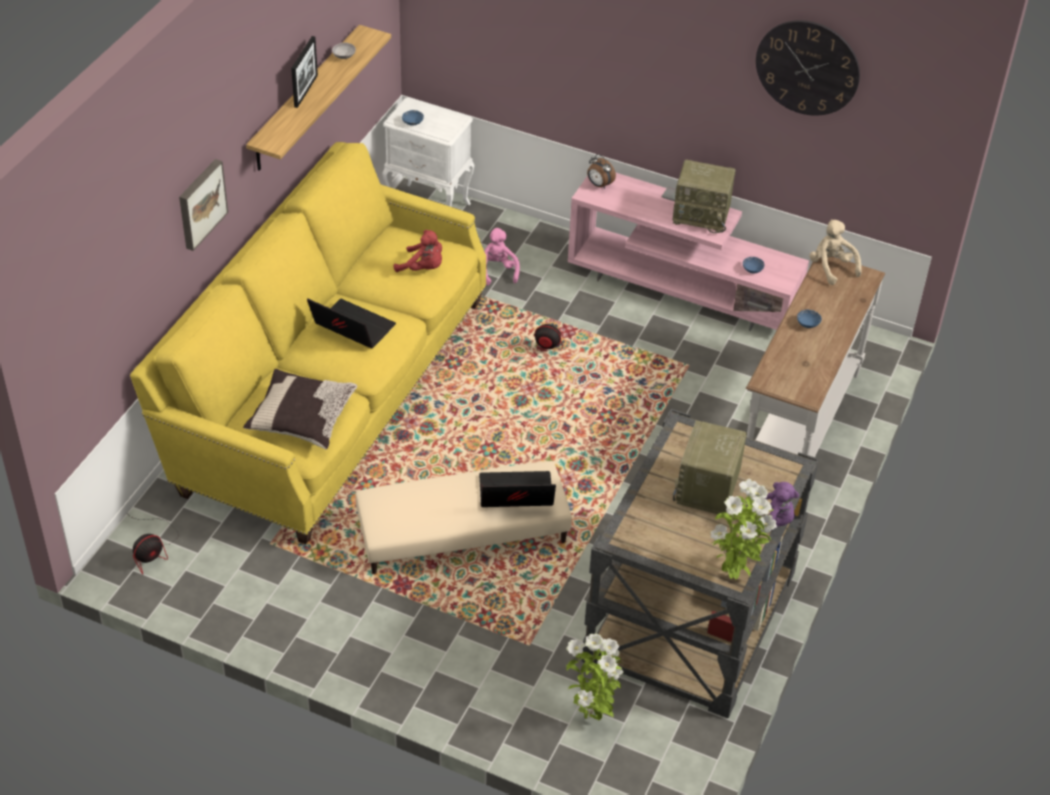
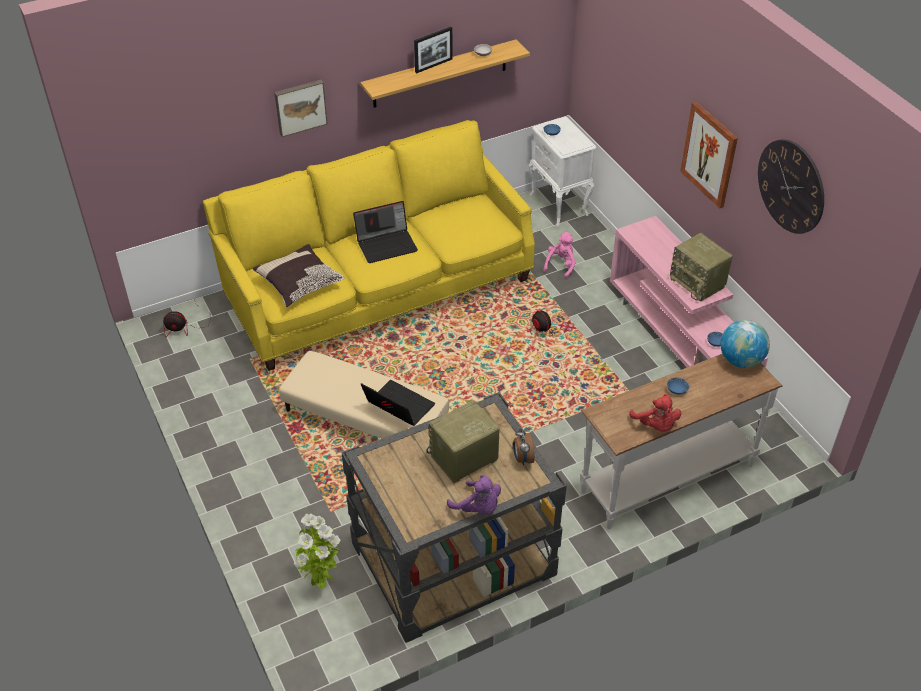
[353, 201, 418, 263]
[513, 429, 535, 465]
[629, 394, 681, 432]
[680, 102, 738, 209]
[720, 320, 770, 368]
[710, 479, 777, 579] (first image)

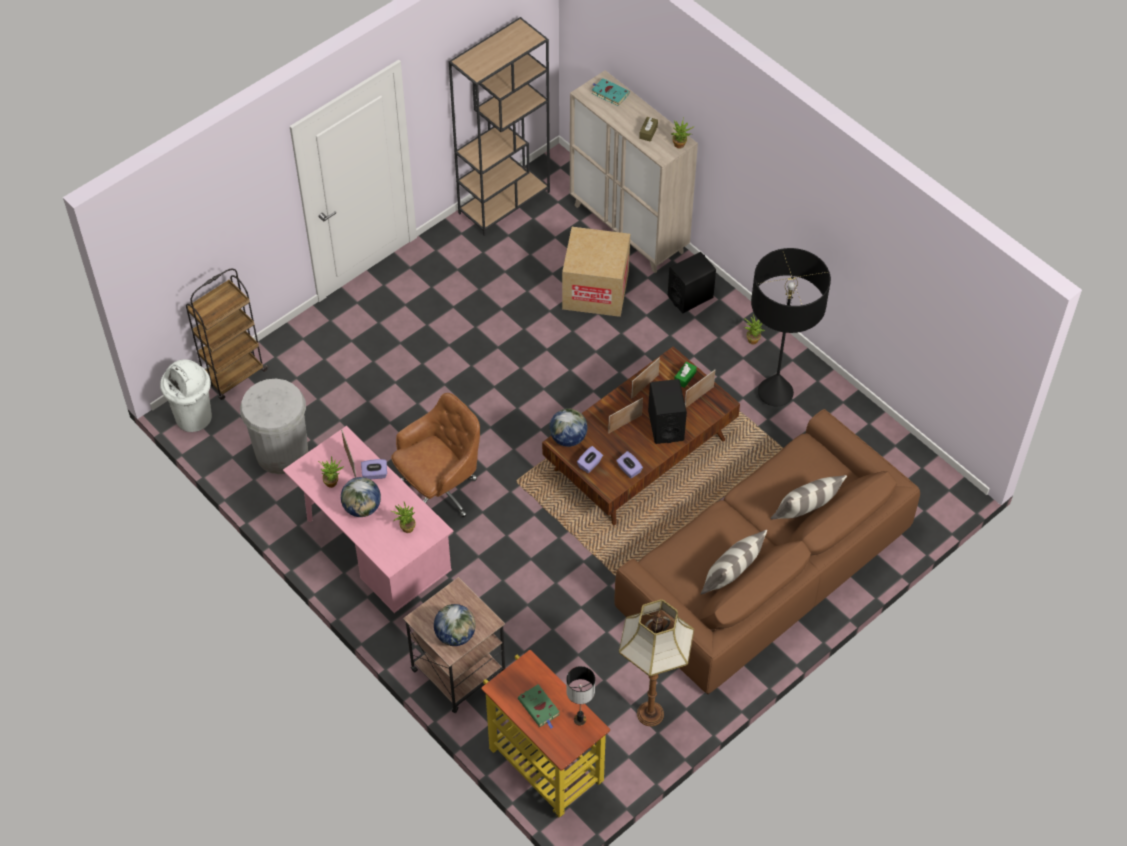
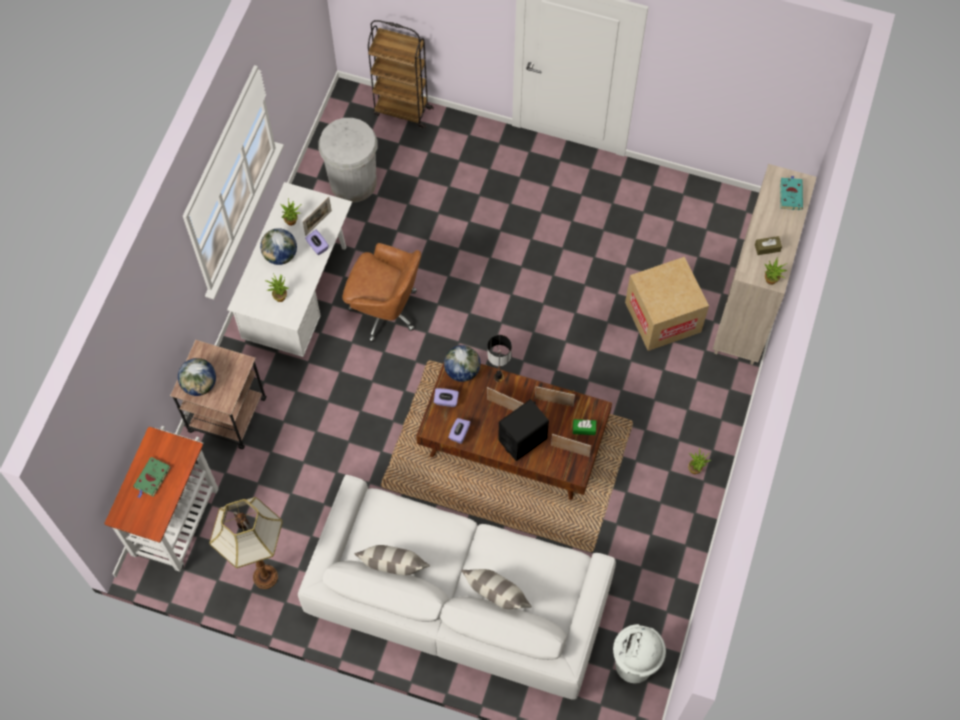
[105, 426, 219, 572]
[227, 182, 352, 357]
[298, 475, 616, 700]
[487, 335, 512, 382]
[613, 624, 666, 683]
[449, 17, 550, 236] (first image)
[668, 252, 716, 313] (first image)
[751, 248, 831, 406] (first image)

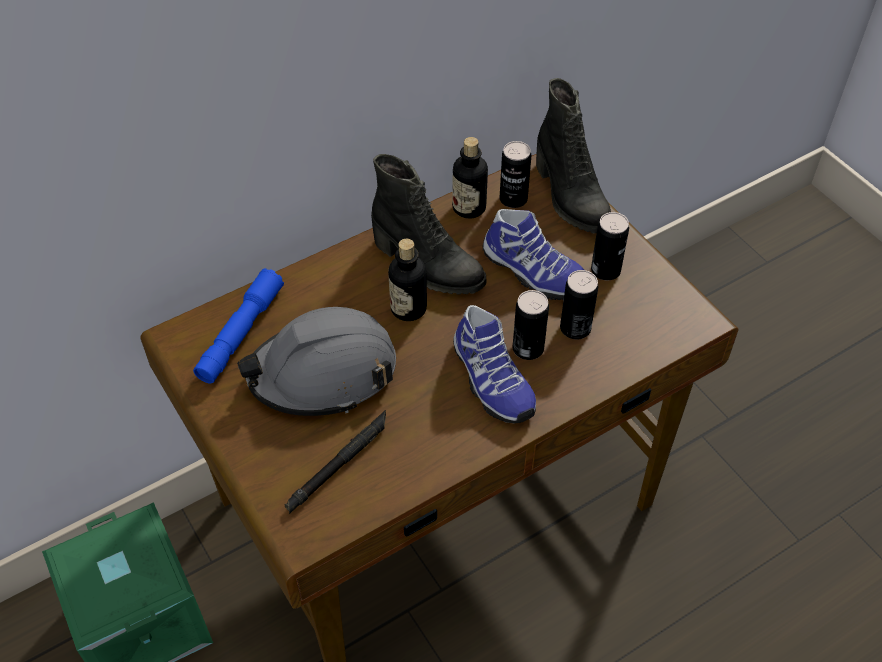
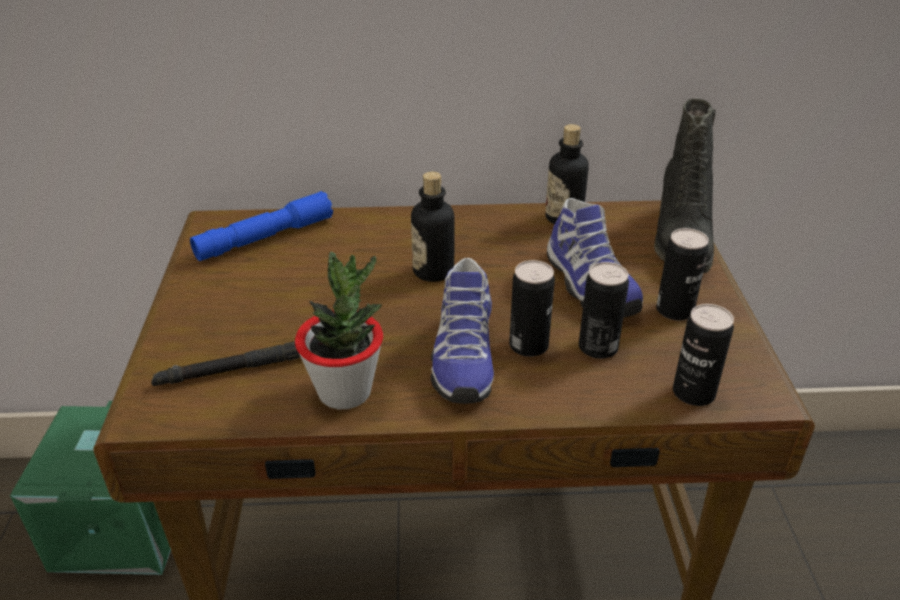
[295, 251, 383, 410]
[673, 304, 734, 406]
[237, 307, 396, 416] (first image)
[371, 154, 487, 294] (first image)

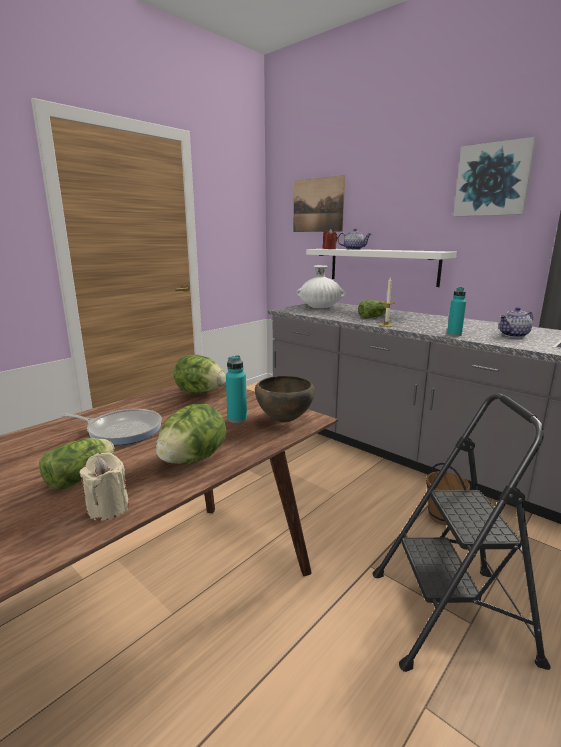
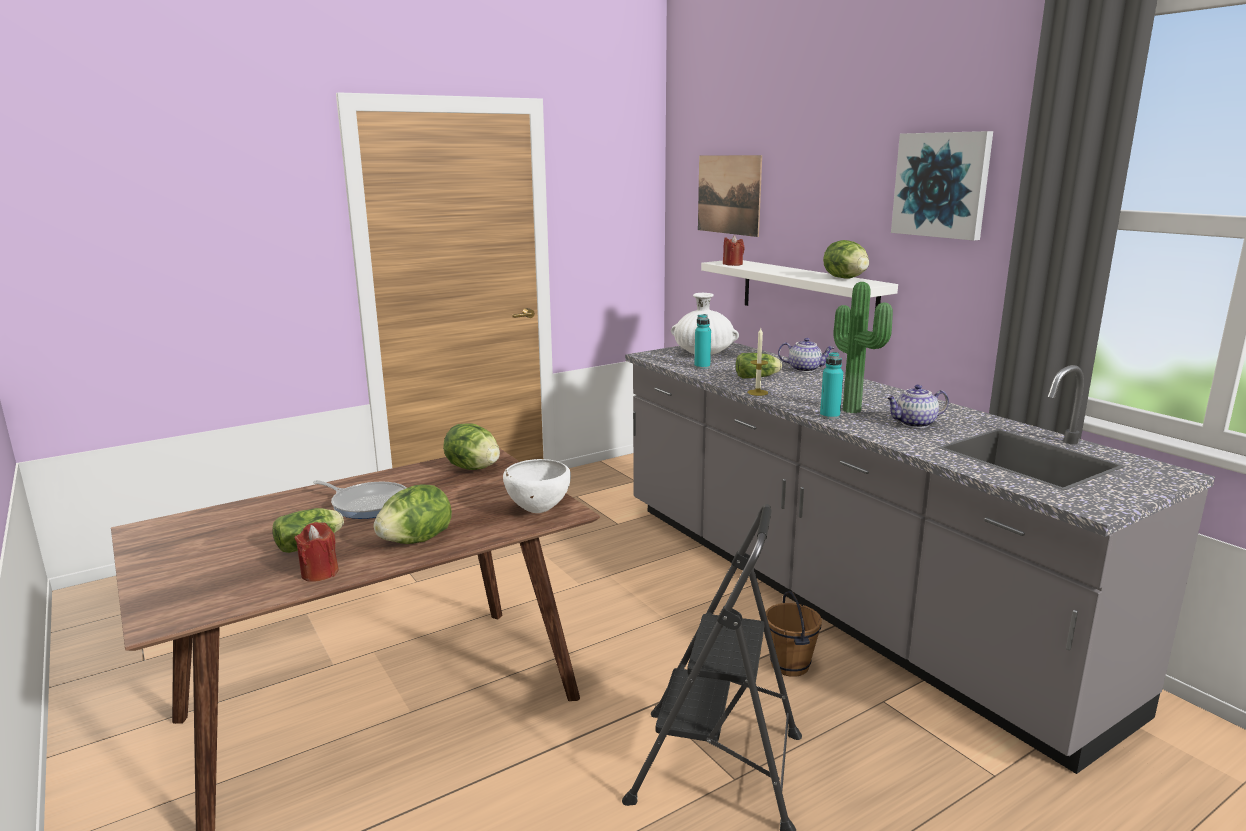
[295, 522, 338, 582]
[503, 459, 571, 513]
[694, 314, 711, 369]
[778, 338, 834, 372]
[823, 240, 869, 278]
[833, 282, 893, 413]

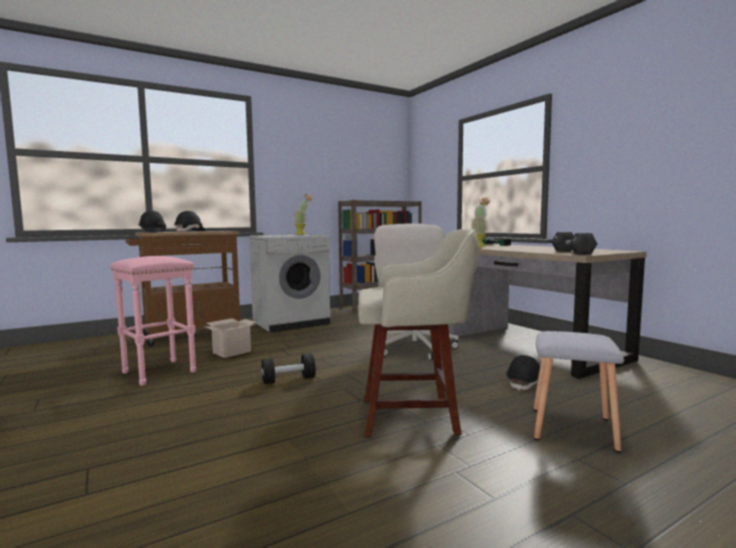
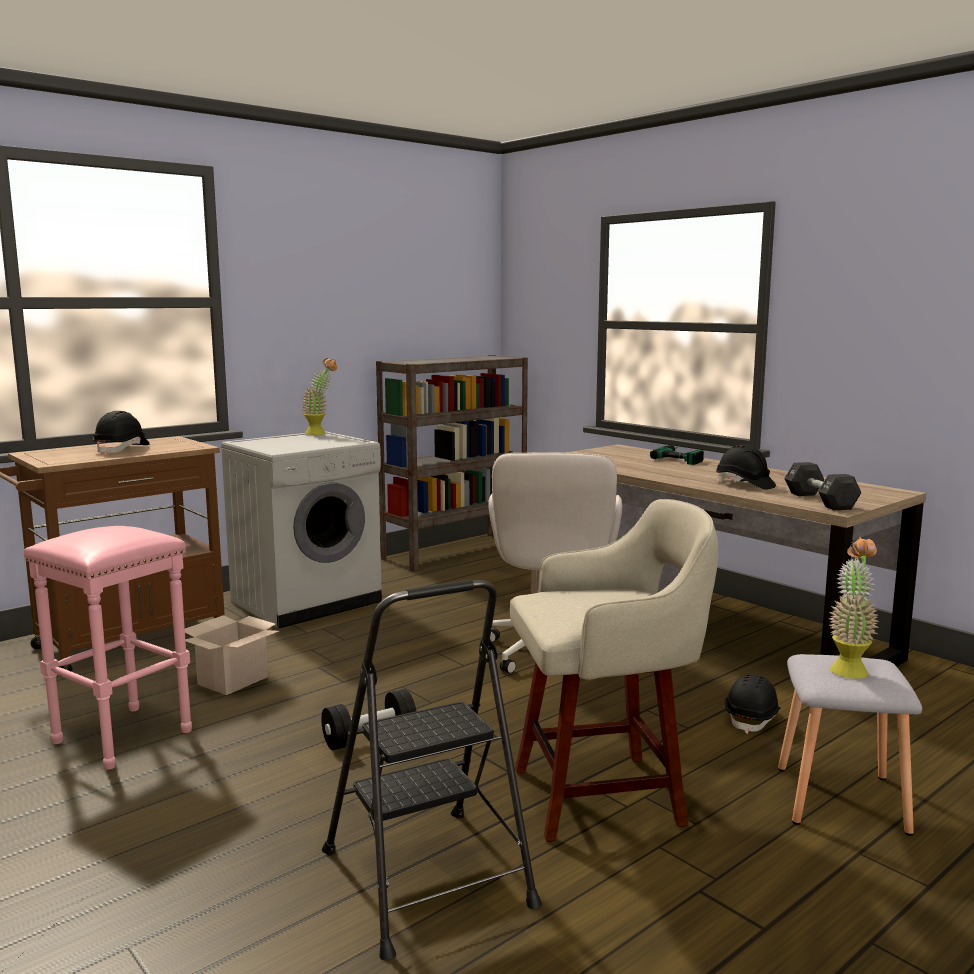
[322, 580, 542, 960]
[716, 445, 776, 490]
[828, 537, 880, 679]

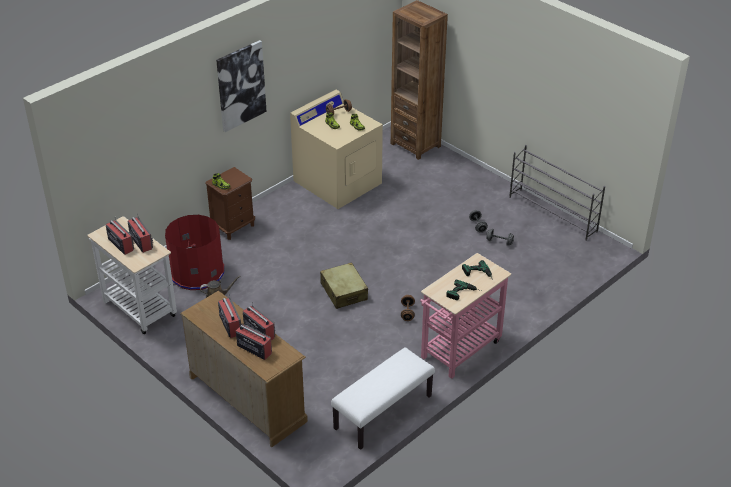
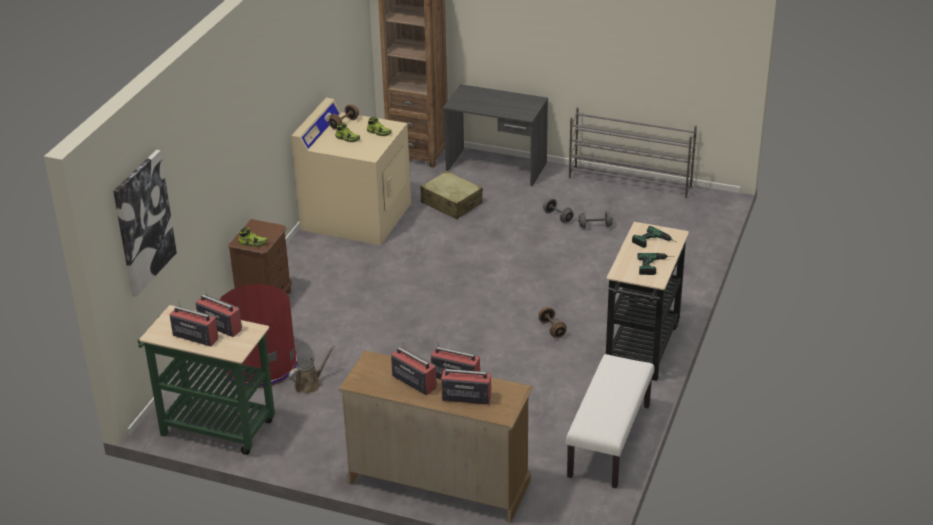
[113, 150, 177, 297]
[138, 305, 275, 455]
[421, 171, 483, 219]
[443, 84, 548, 186]
[606, 222, 689, 381]

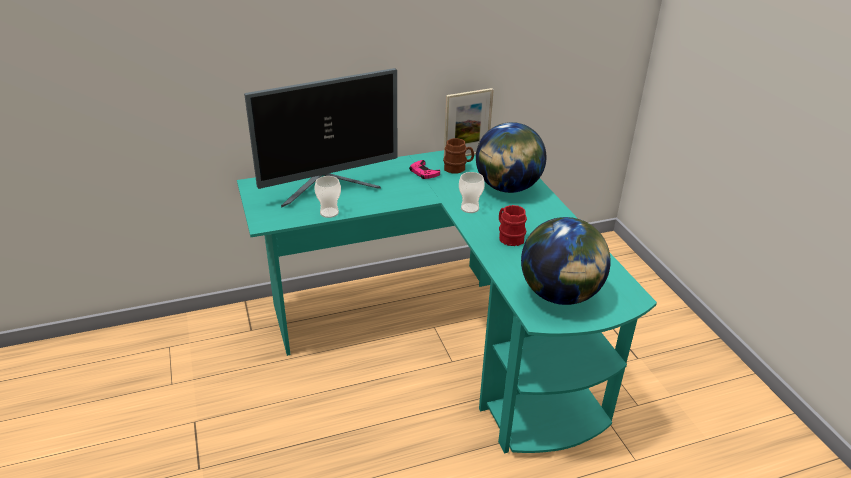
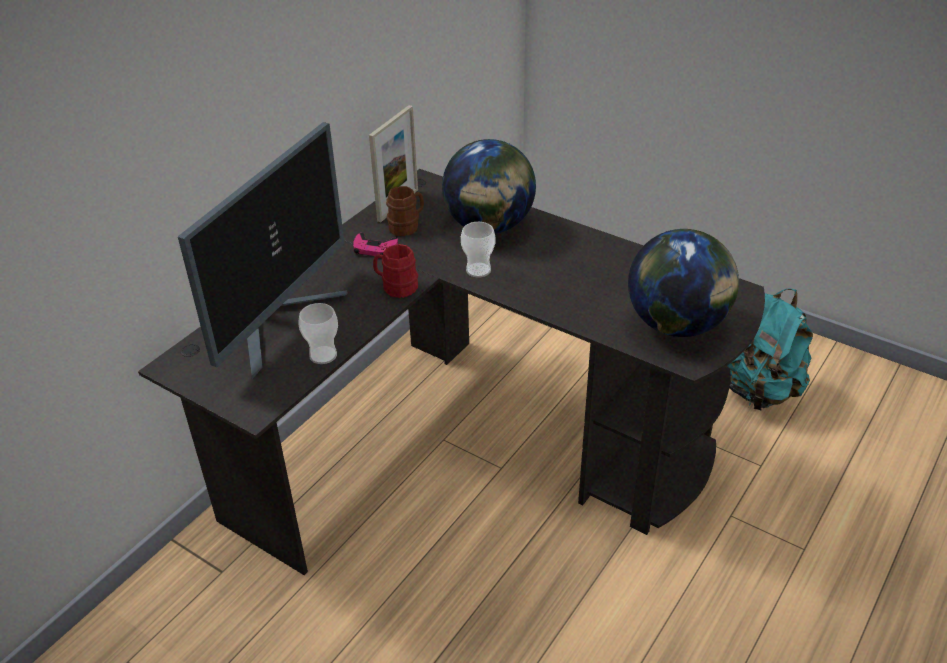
[138, 169, 765, 575]
[373, 244, 418, 298]
[726, 288, 813, 410]

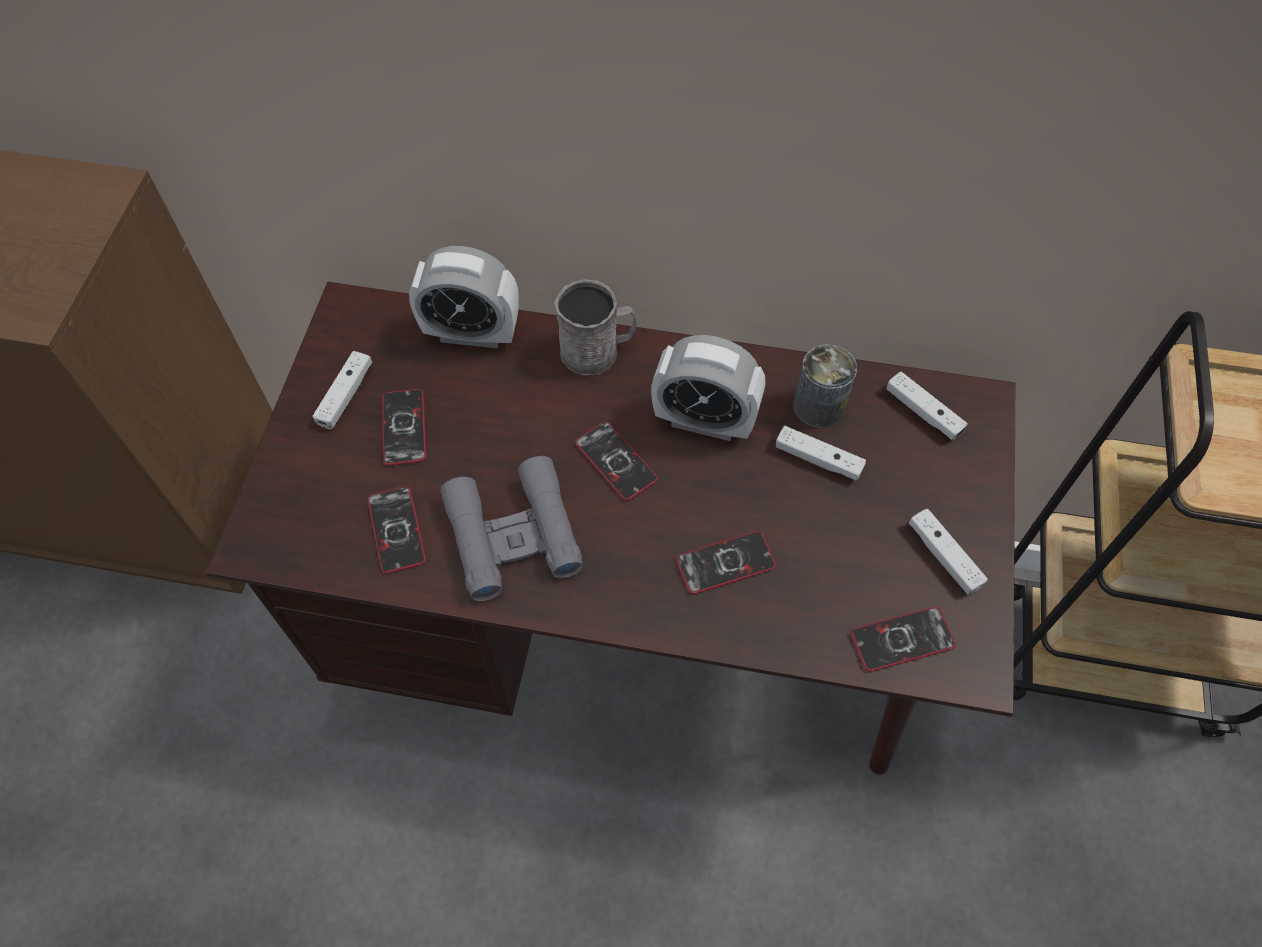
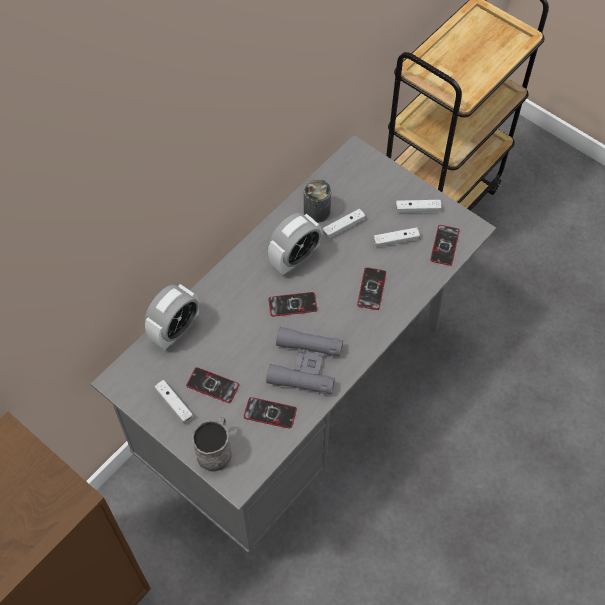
[91, 135, 496, 554]
[192, 417, 232, 472]
[373, 227, 420, 247]

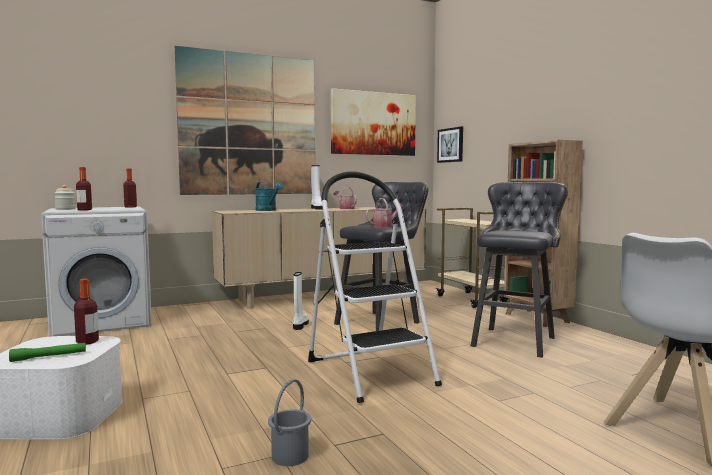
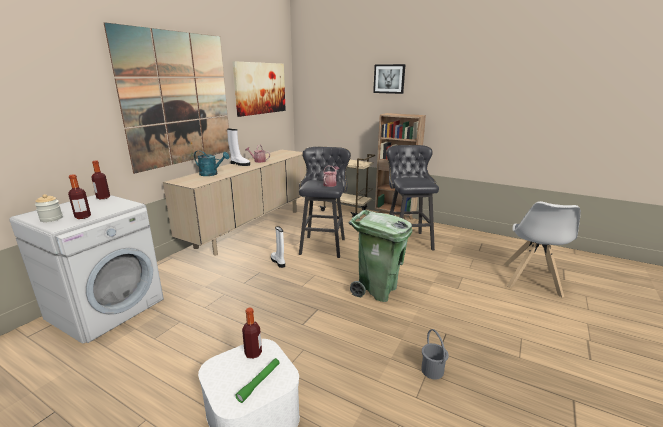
[348, 210, 412, 302]
[373, 64, 406, 94]

